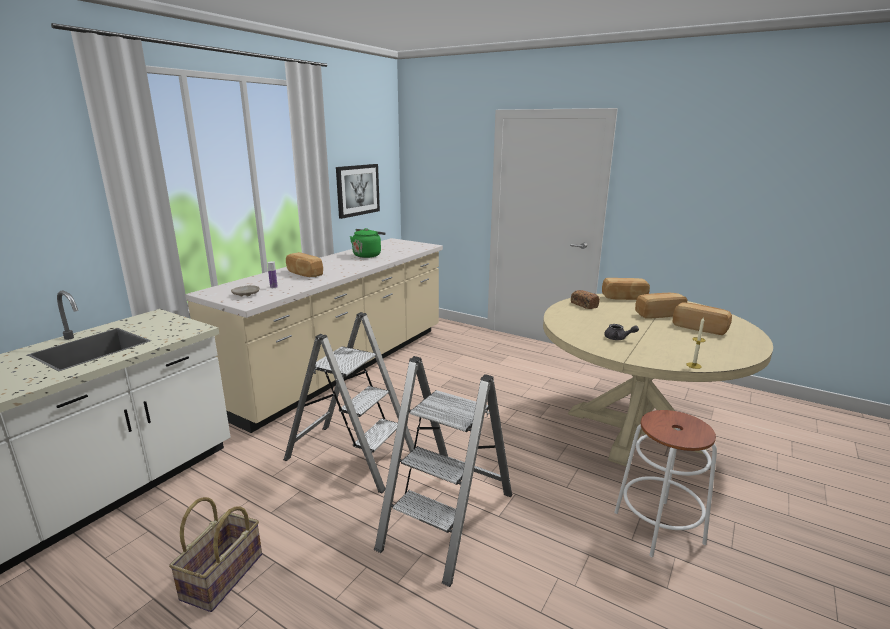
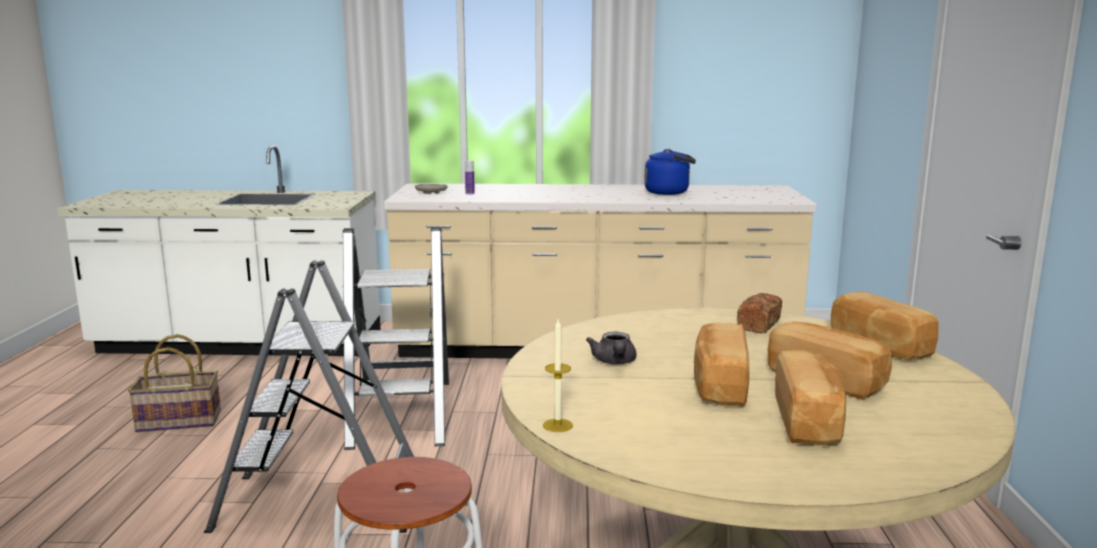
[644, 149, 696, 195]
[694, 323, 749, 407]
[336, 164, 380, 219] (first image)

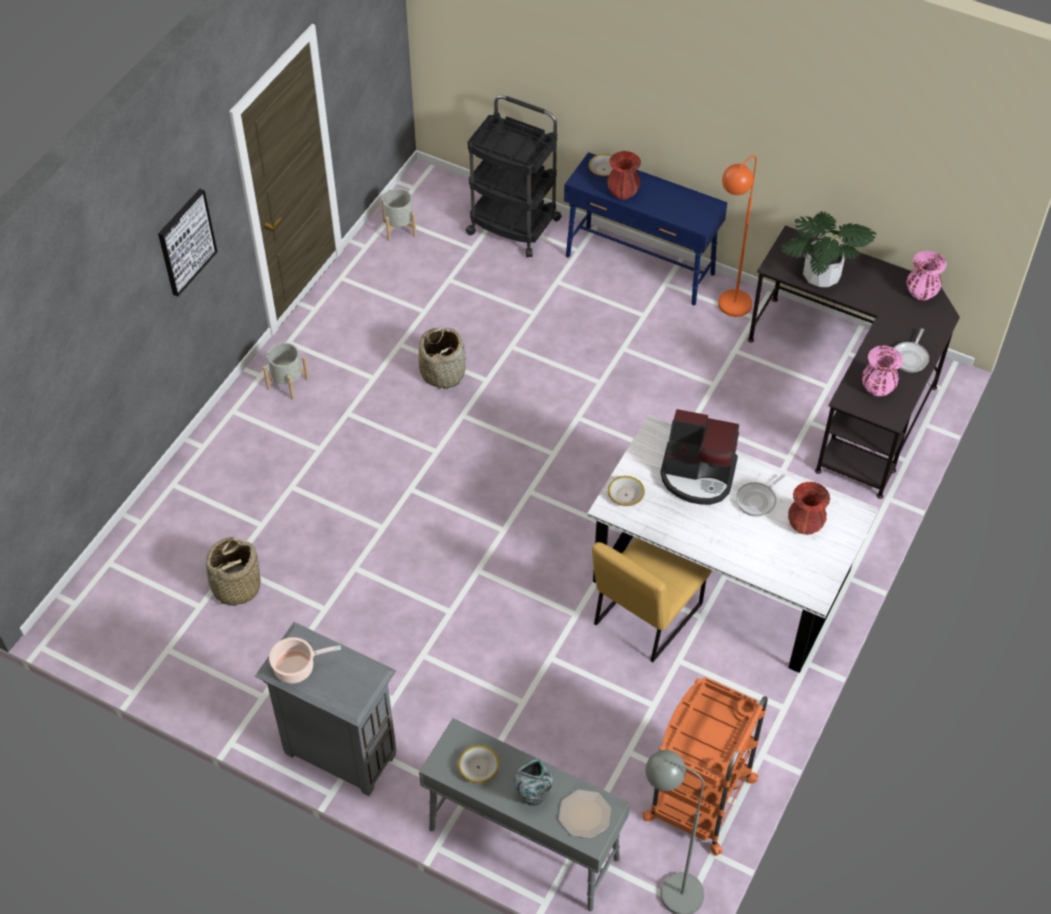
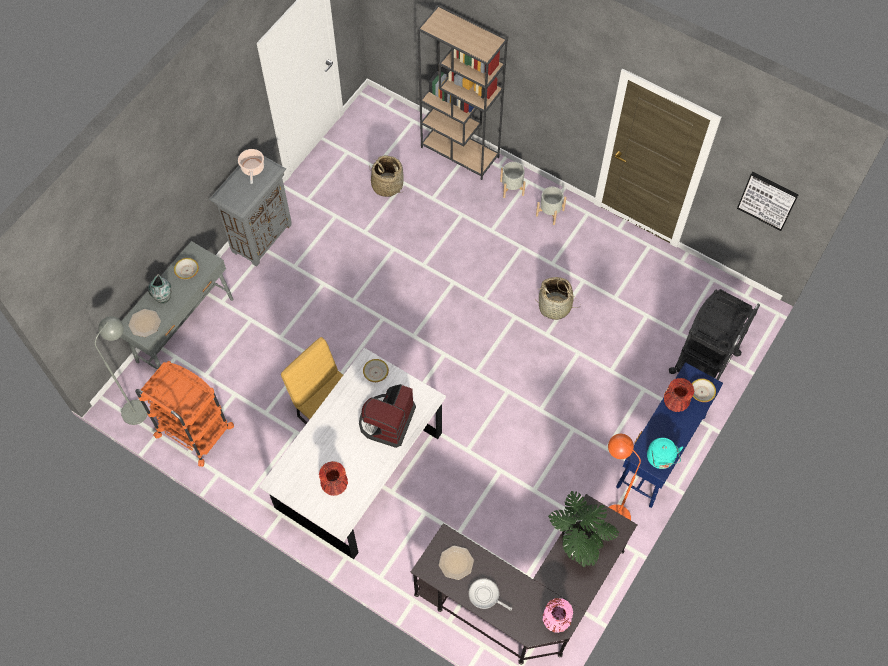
[417, 5, 508, 180]
[439, 546, 474, 580]
[500, 162, 526, 198]
[647, 438, 683, 469]
[737, 172, 799, 231]
[736, 474, 785, 517] (first image)

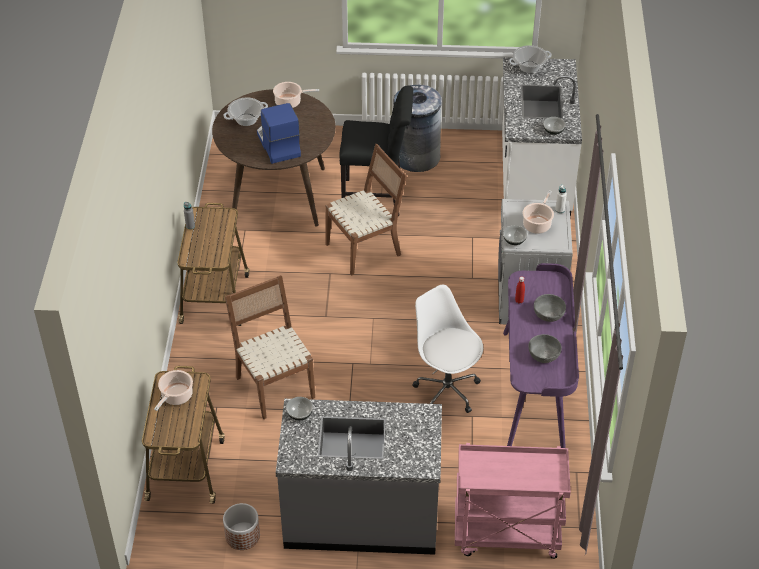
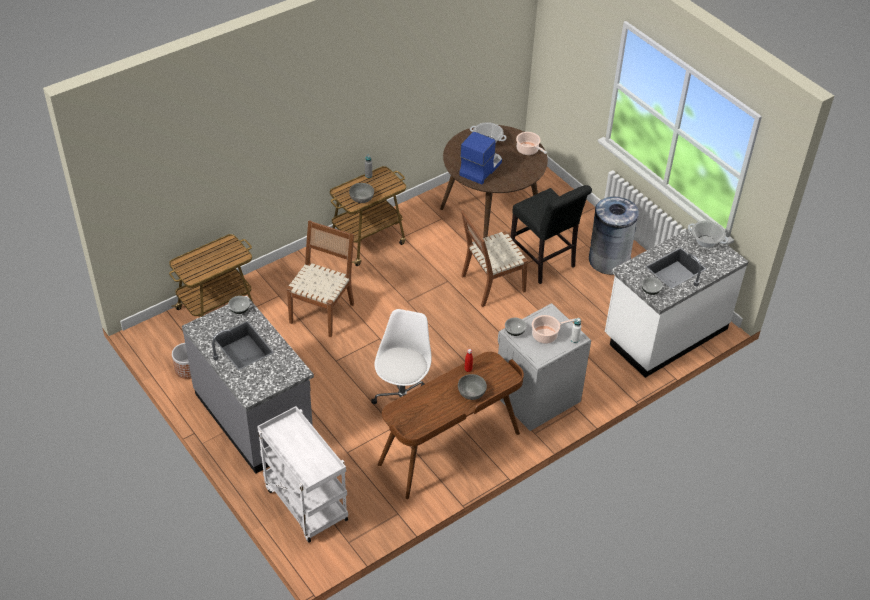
[257, 406, 348, 543]
[349, 183, 374, 203]
[378, 352, 524, 499]
[461, 210, 528, 307]
[154, 370, 193, 411] (first image)

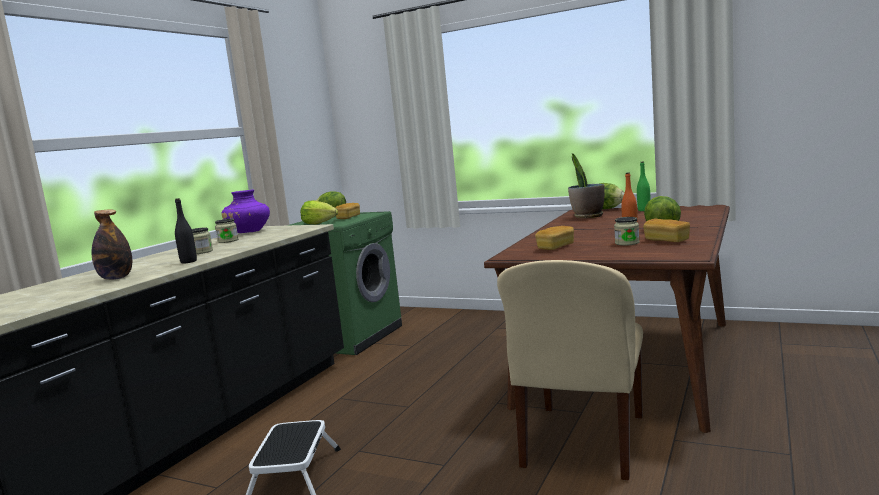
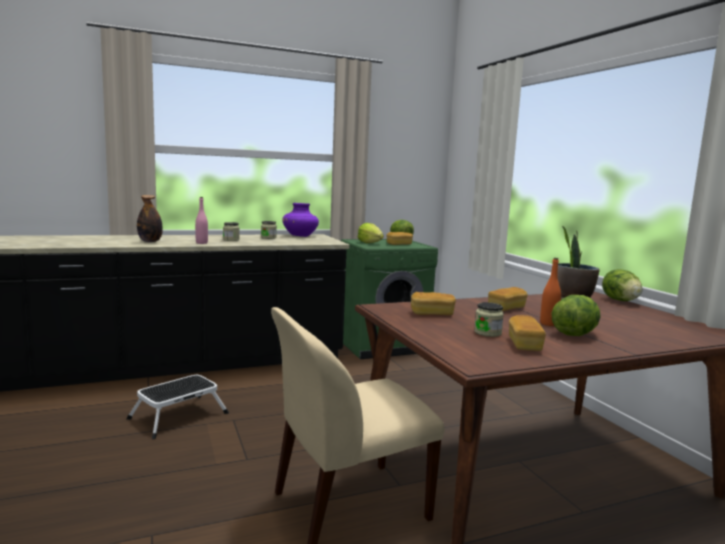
[195, 197, 208, 244]
[488, 287, 528, 311]
[637, 162, 651, 211] (first image)

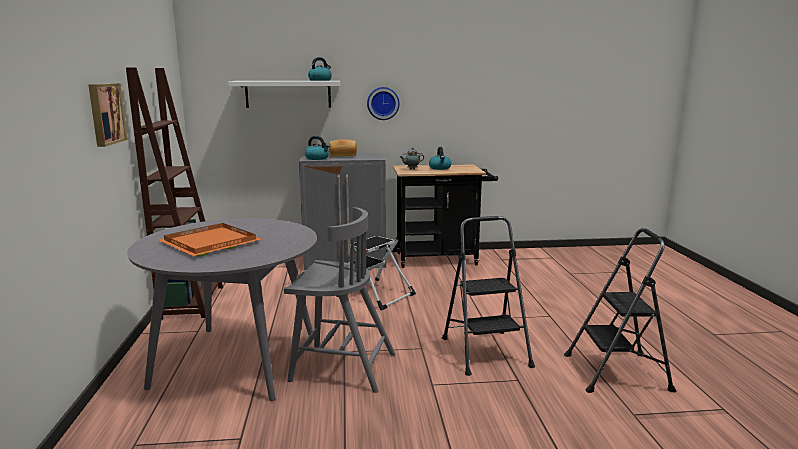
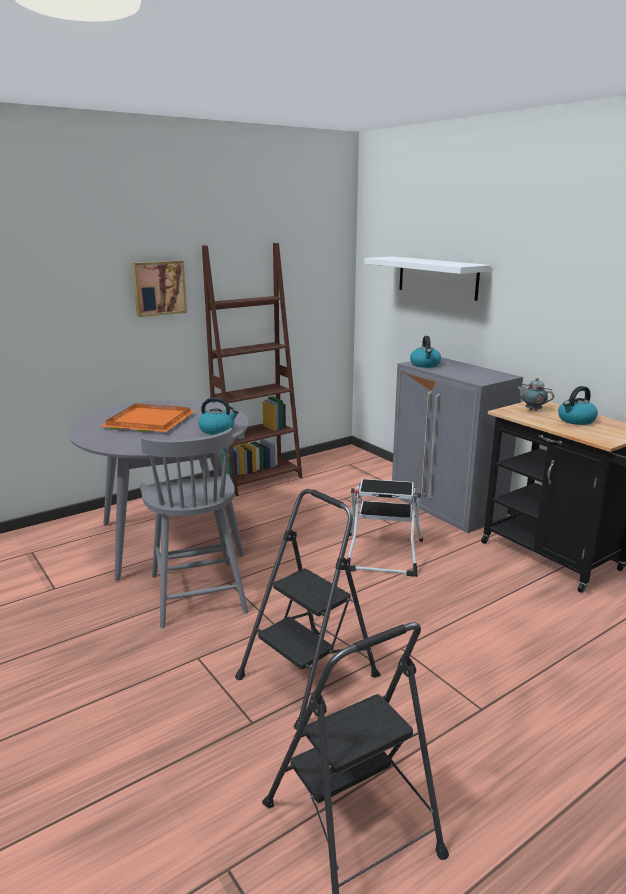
[198, 397, 239, 435]
[329, 139, 357, 157] (first image)
[367, 87, 399, 120] (first image)

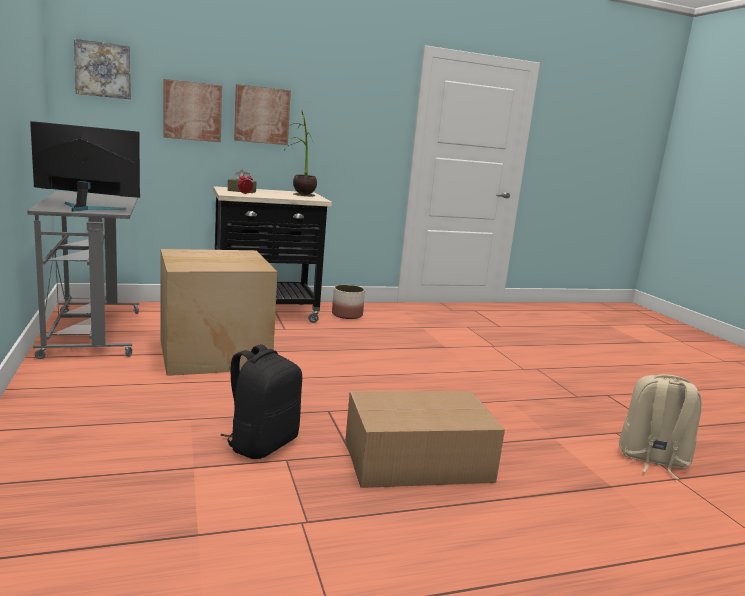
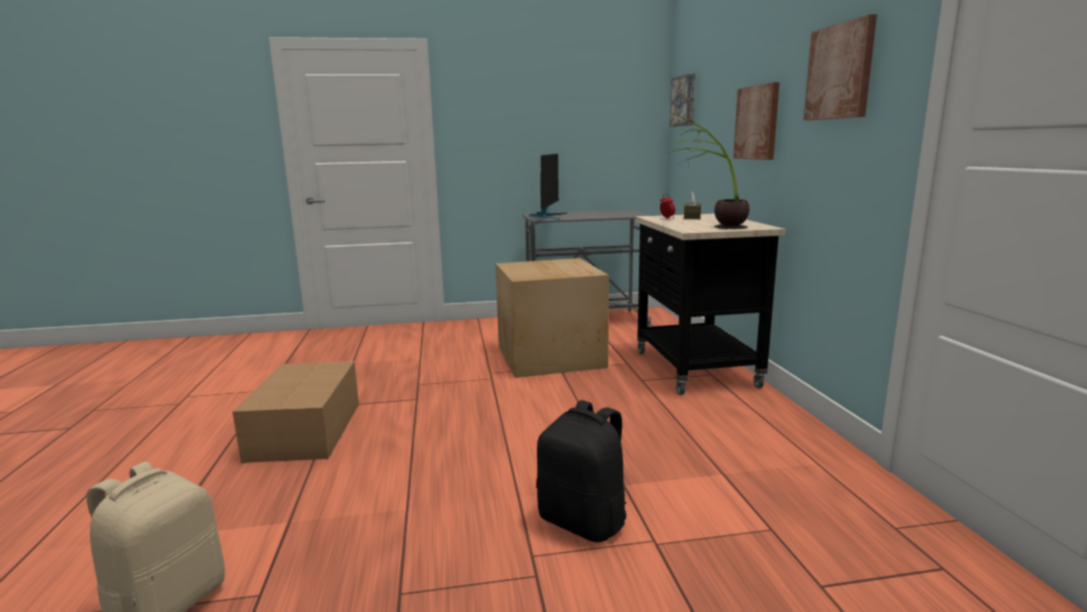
[536, 400, 627, 542]
[803, 14, 877, 121]
[332, 285, 365, 319] (first image)

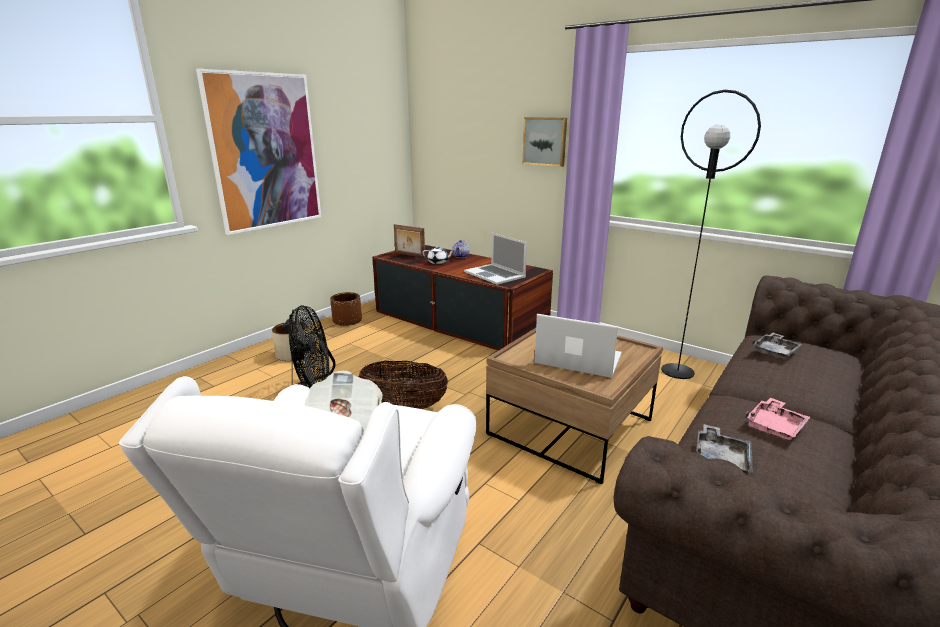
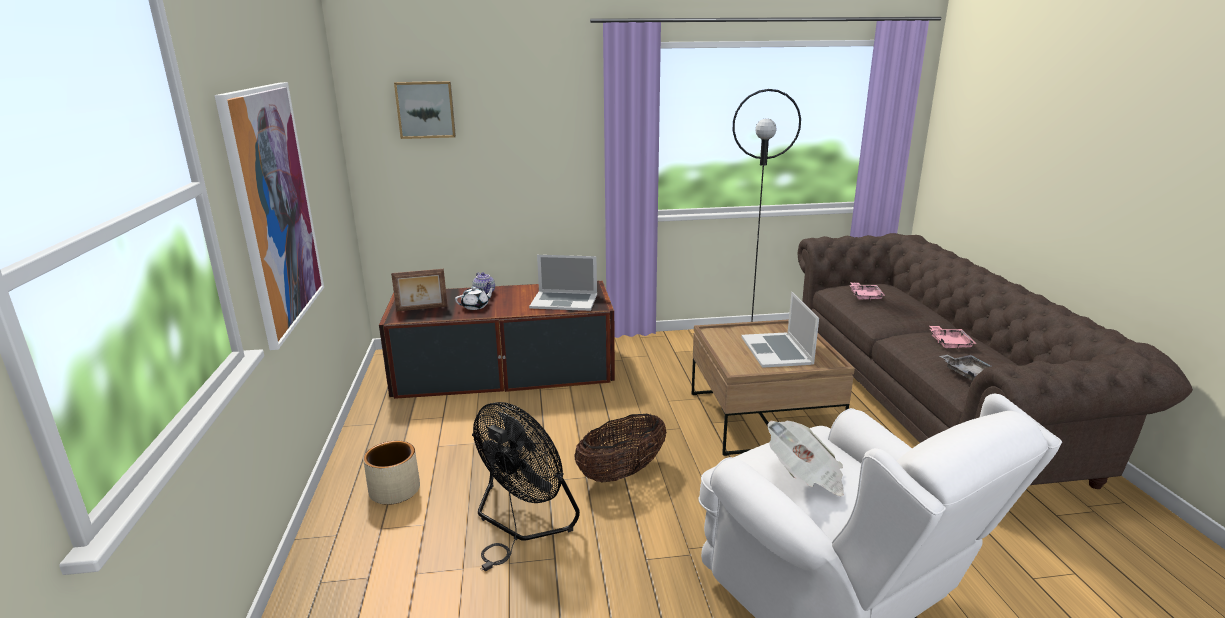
[394, 81, 456, 139]
[741, 292, 819, 368]
[850, 283, 885, 300]
[330, 292, 362, 326] (first image)

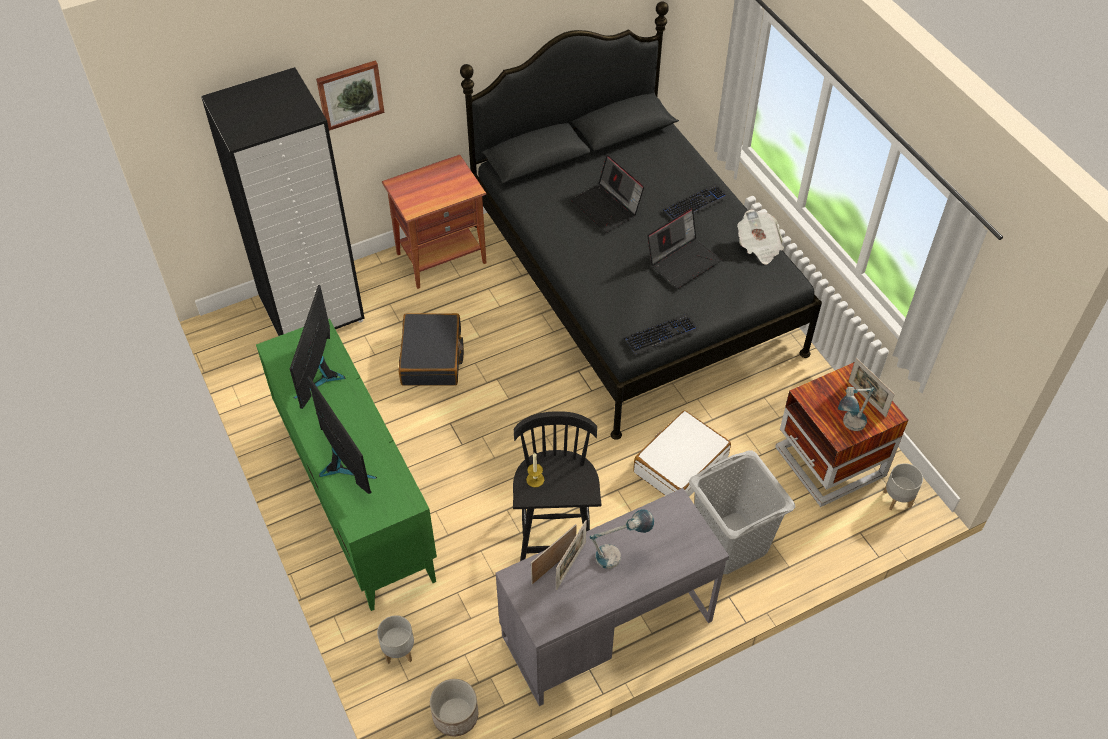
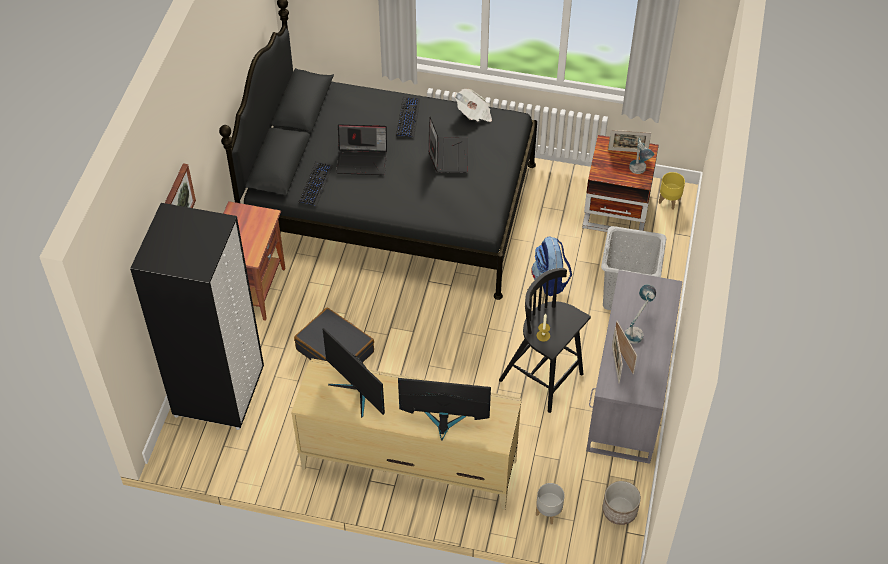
[291, 358, 521, 510]
[298, 161, 333, 206]
[531, 236, 572, 296]
[659, 172, 685, 210]

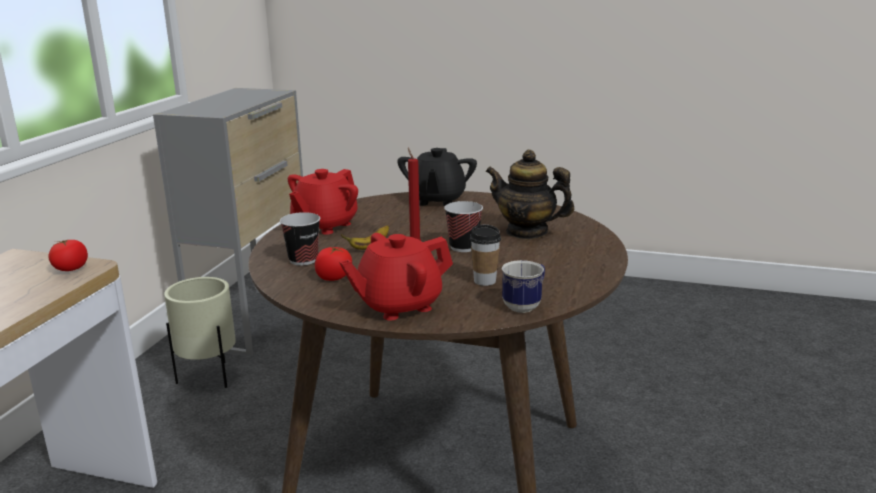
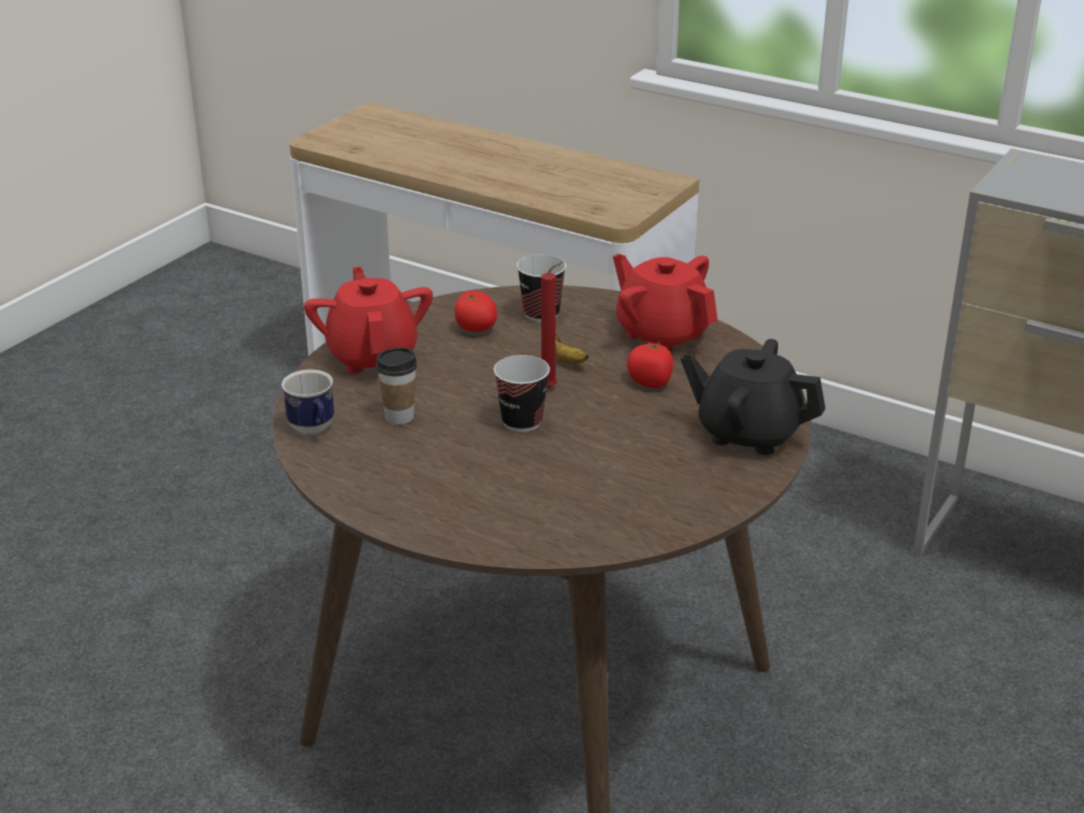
[627, 341, 673, 388]
[164, 277, 236, 388] (first image)
[486, 150, 574, 239] (first image)

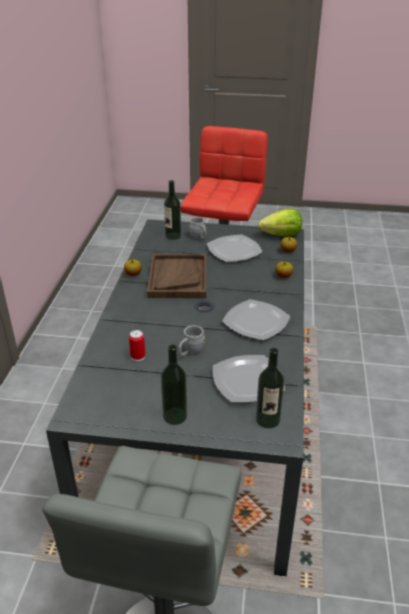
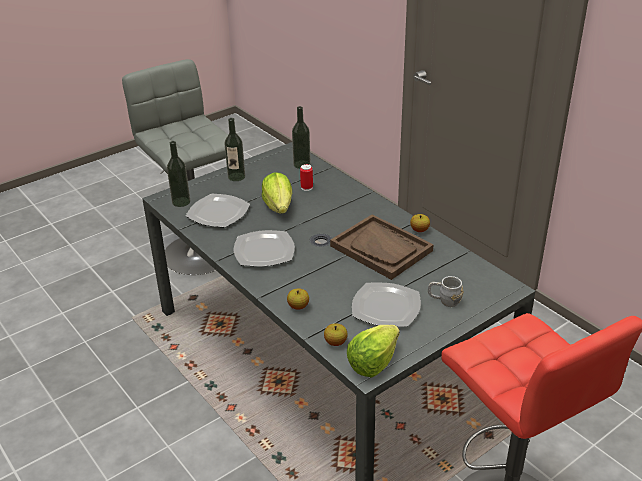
[262, 172, 292, 214]
[292, 106, 311, 169]

